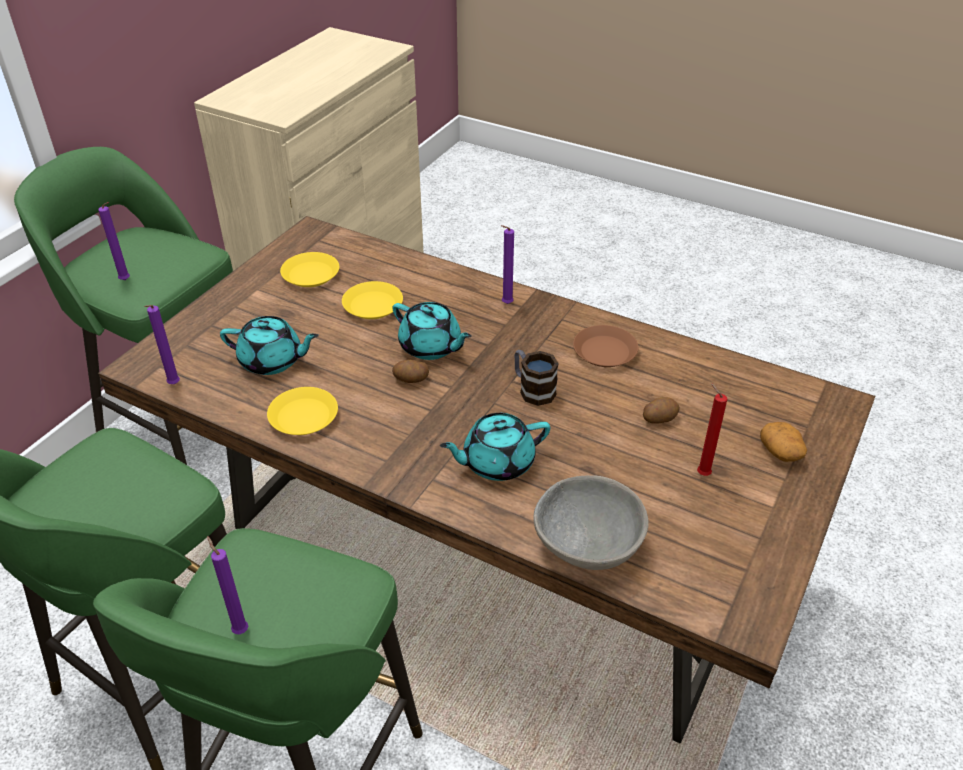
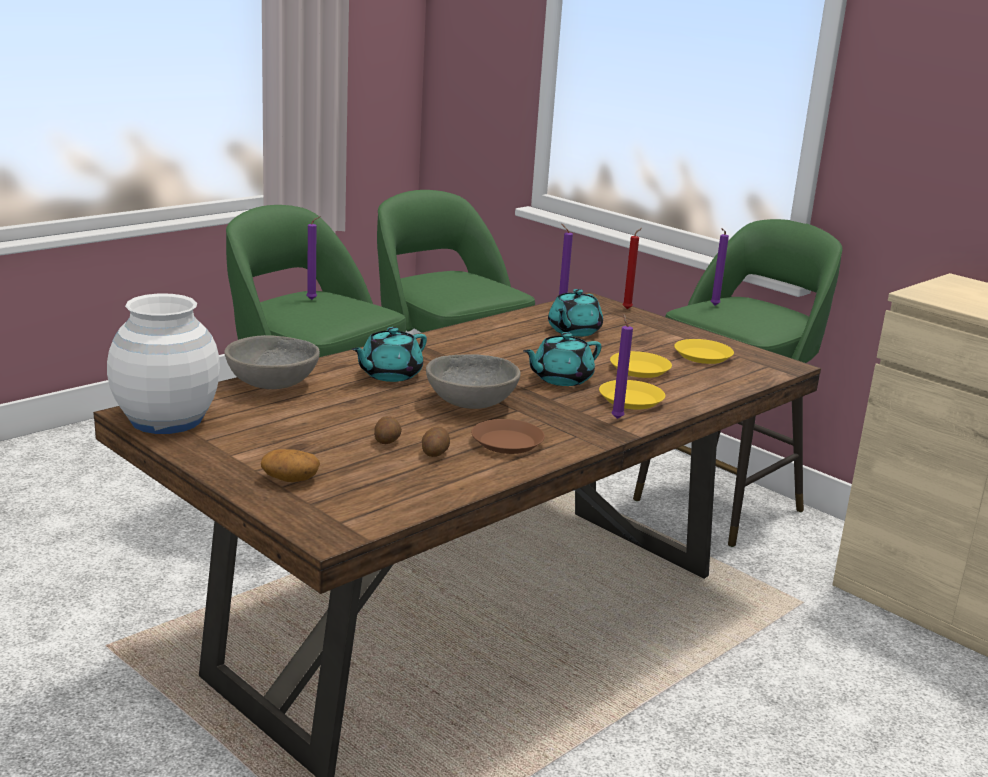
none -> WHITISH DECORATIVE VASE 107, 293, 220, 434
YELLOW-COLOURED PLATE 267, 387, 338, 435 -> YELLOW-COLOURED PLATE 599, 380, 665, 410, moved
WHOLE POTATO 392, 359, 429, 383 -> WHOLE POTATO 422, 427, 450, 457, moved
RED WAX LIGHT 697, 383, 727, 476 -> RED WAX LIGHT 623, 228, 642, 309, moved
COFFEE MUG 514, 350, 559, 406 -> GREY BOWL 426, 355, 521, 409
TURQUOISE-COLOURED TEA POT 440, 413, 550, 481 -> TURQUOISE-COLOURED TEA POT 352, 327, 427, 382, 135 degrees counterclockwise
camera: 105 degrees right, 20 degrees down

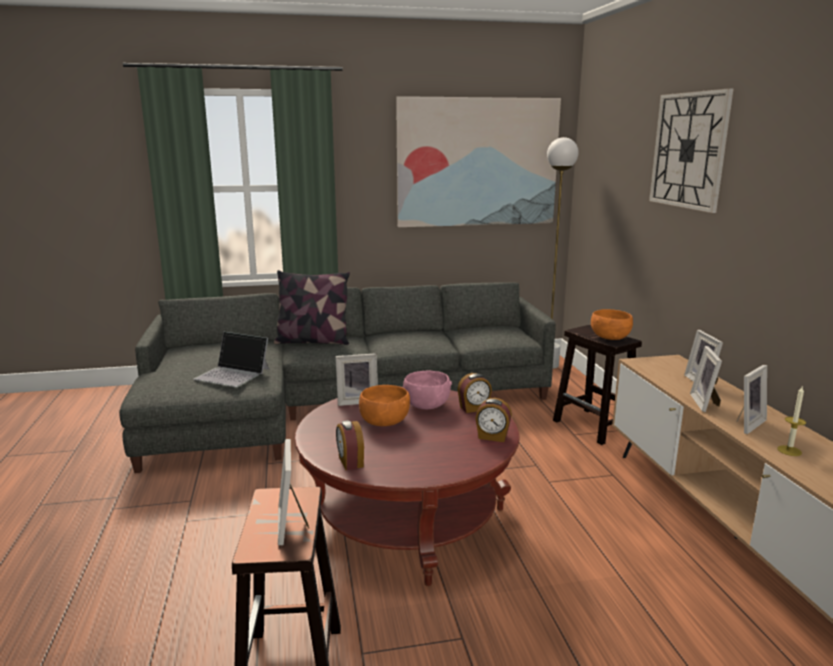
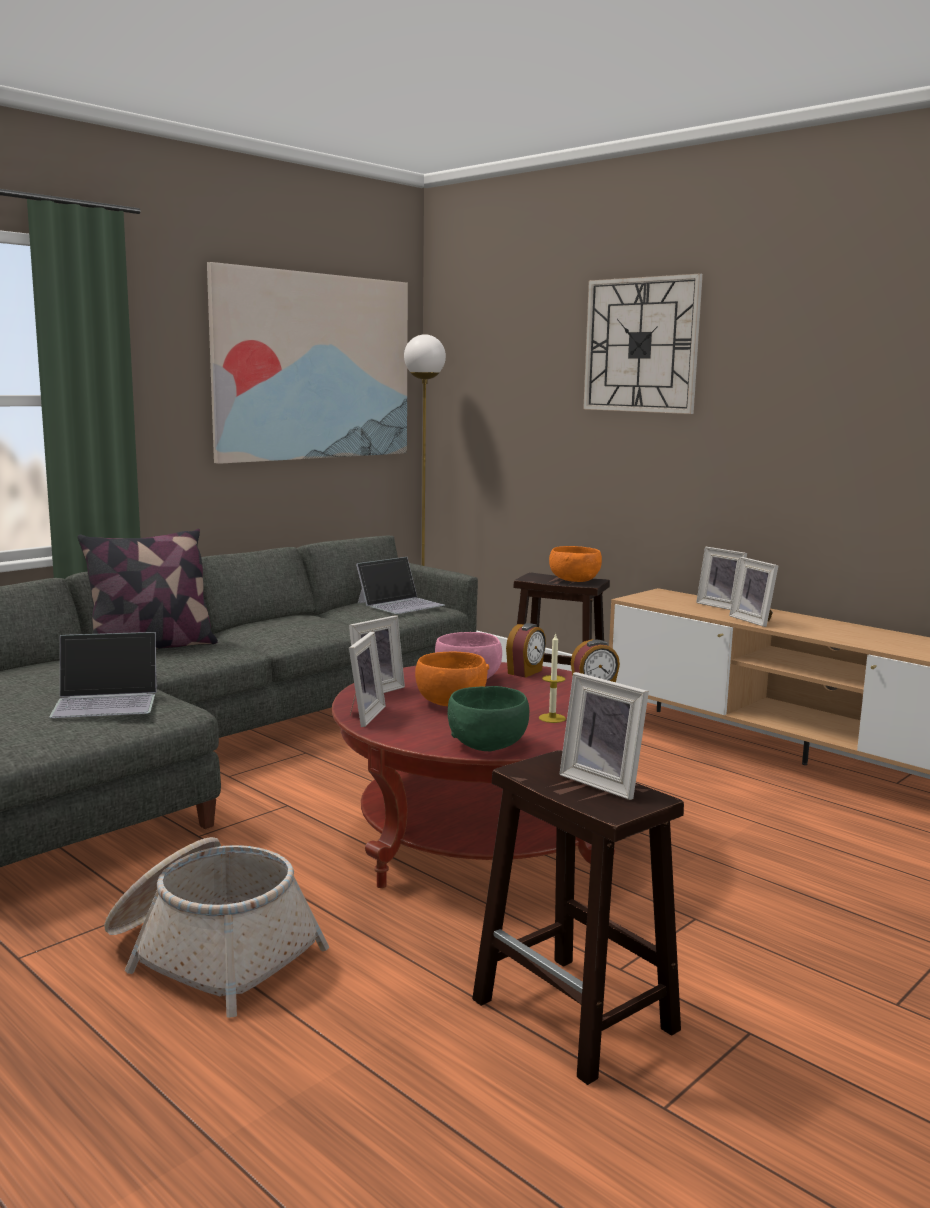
none -> BASKET 104, 837, 329, 1018
none -> PORTABLE COMPUTER 356, 557, 445, 614
STANDING FRAME 737, 365, 767, 434 -> STANDING FRAME 349, 632, 386, 727, moved
WAX LIGHT 777, 387, 806, 456 -> WAX LIGHT 539, 633, 566, 723, moved
ALARM CLOCK 336, 420, 364, 470 -> GREEN BOWL 448, 686, 529, 751
camera: 35 degrees left, 5 degrees down

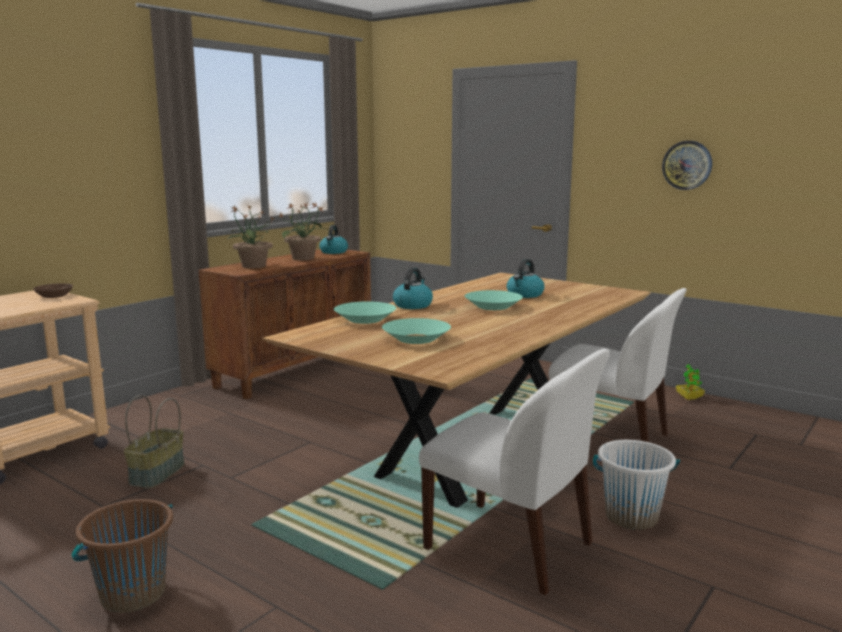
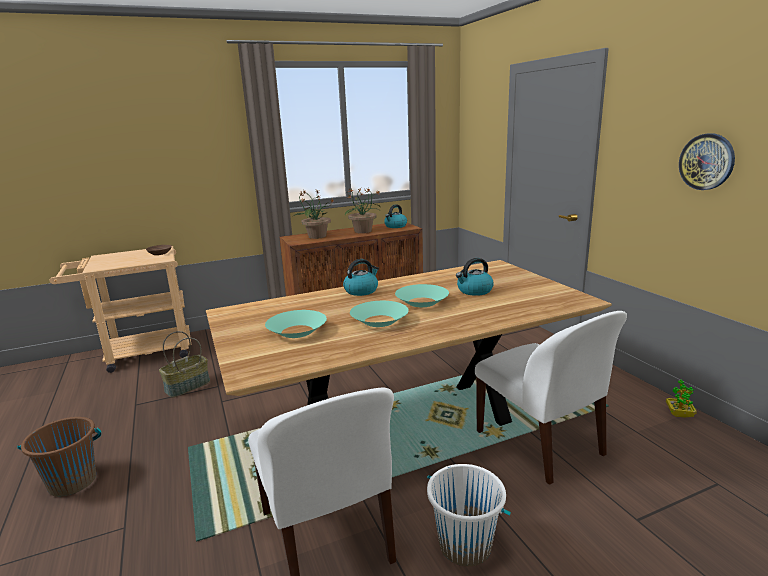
TURQUOISE-COLOURED BOWL 334, 301, 396, 324 -> TURQUOISE-COLOURED BOWL 350, 301, 409, 327, moved
camera: 30 degrees right, 5 degrees up

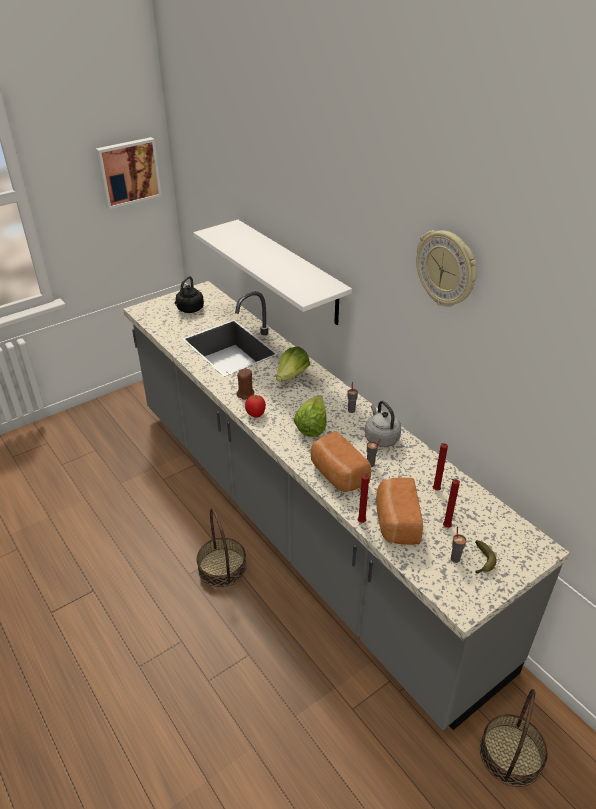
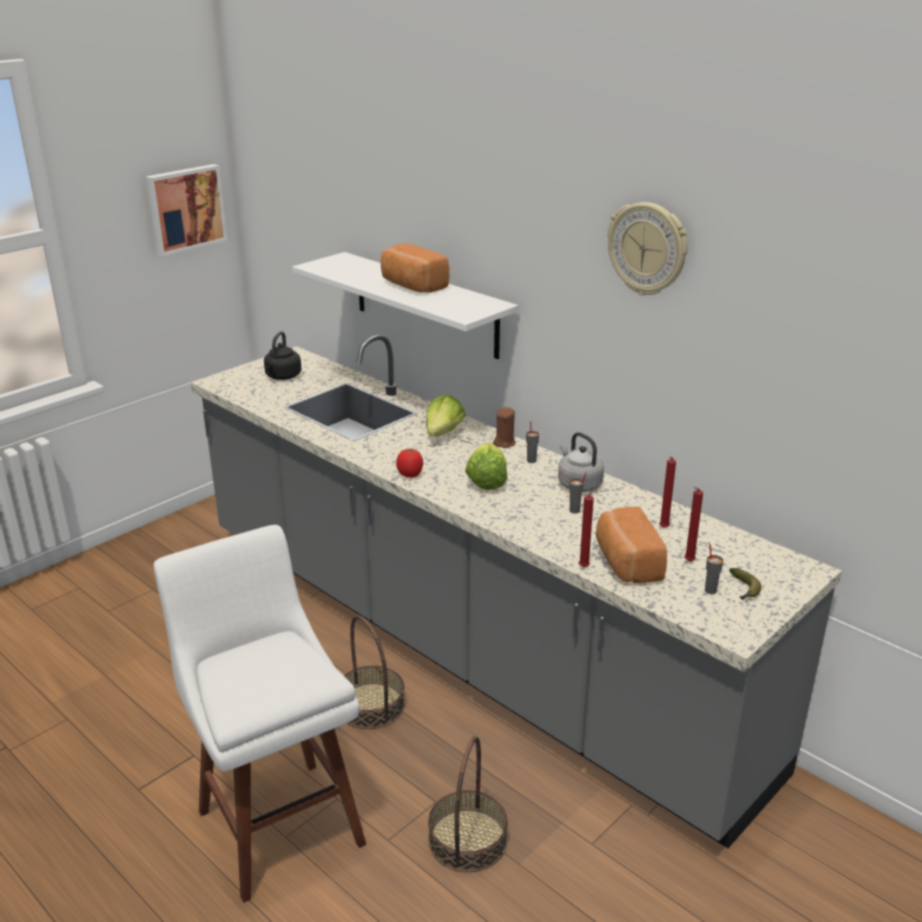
none -> WHITISH STOOL SEAT 154, 525, 366, 903
BROWNISH WAX LIGHT 236, 368, 254, 400 -> BROWNISH WAX LIGHT 493, 407, 516, 448, moved
BAKED BREAD 311, 431, 371, 492 -> BAKED BREAD 381, 243, 449, 293, moved
BASKET 480, 689, 548, 787 -> BASKET 428, 736, 508, 872, moved
camera: 10 degrees left, 10 degrees down

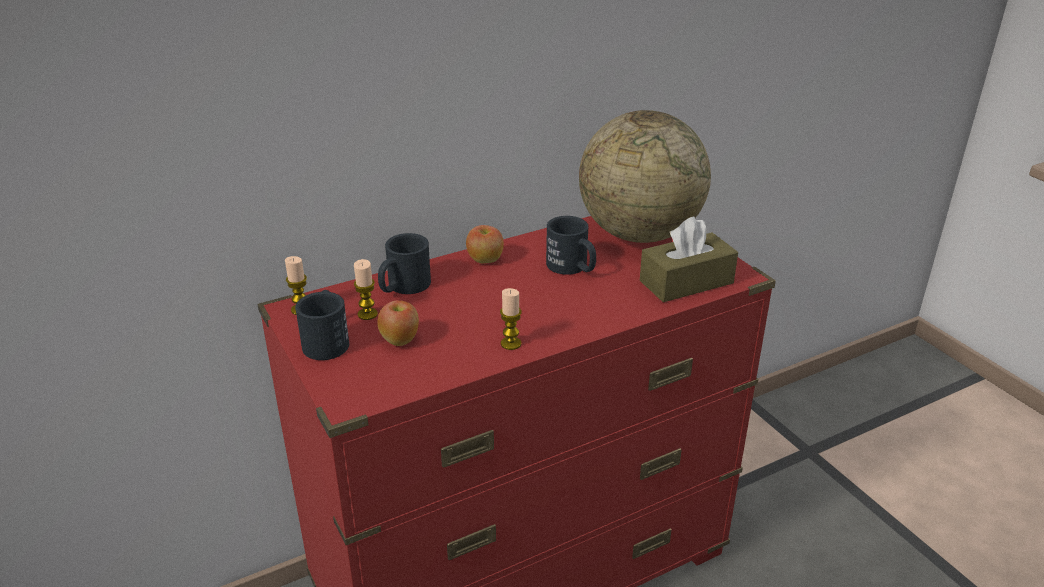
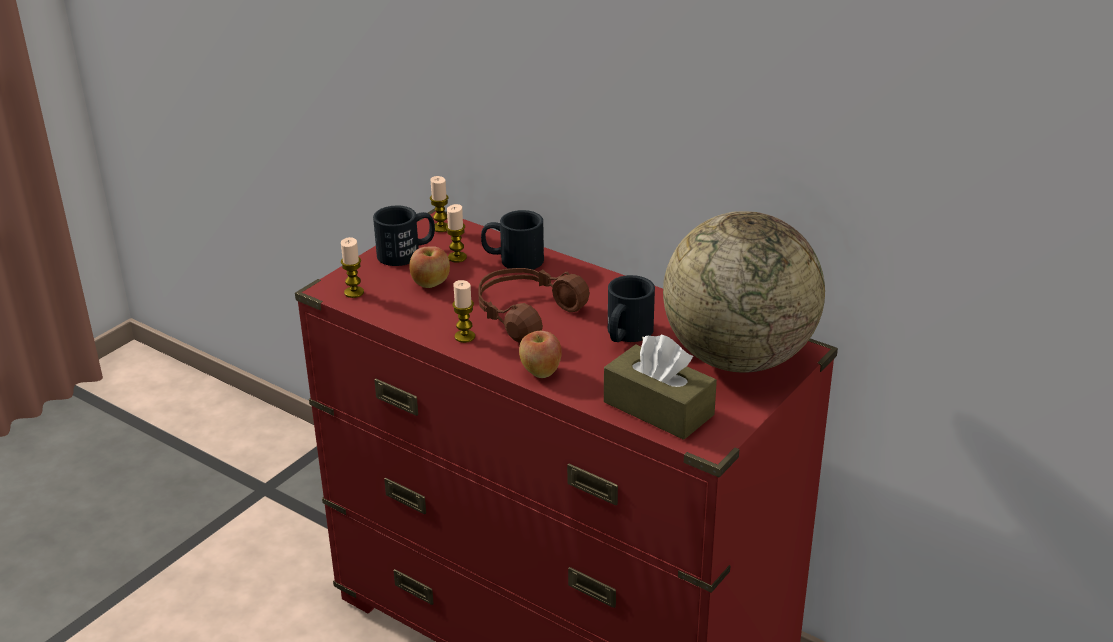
none -> WAX LIGHT 341, 237, 364, 298
none -> BROWNISH HEADPHONES 478, 268, 590, 343
APPLE 466, 225, 504, 263 -> APPLE 519, 331, 562, 378, moved
camera: 65 degrees right, 0 degrees up

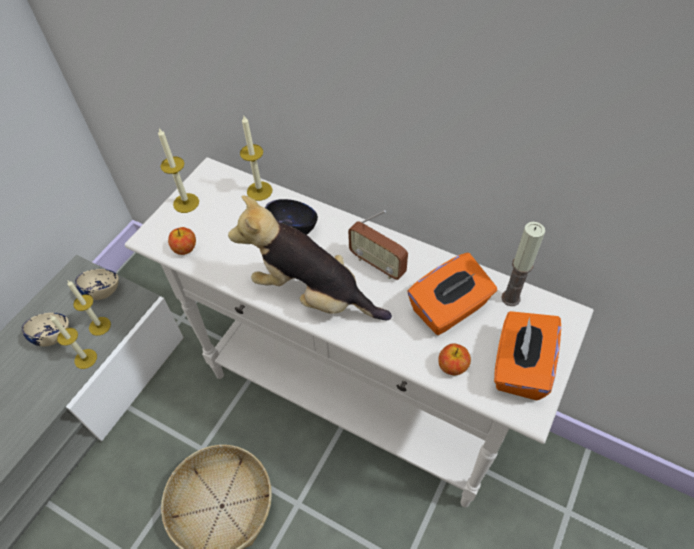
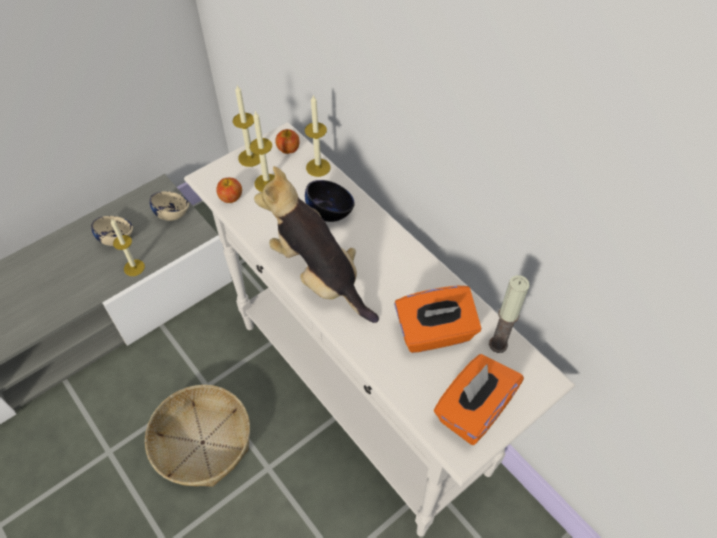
RADIO SET 348, 210, 408, 280 -> none
WAX LIGHT 68, 281, 111, 336 -> WAX LIGHT 250, 111, 275, 192, moved
APPLE 438, 344, 471, 375 -> APPLE 275, 129, 299, 154, moved
camera: 20 degrees right, 0 degrees up

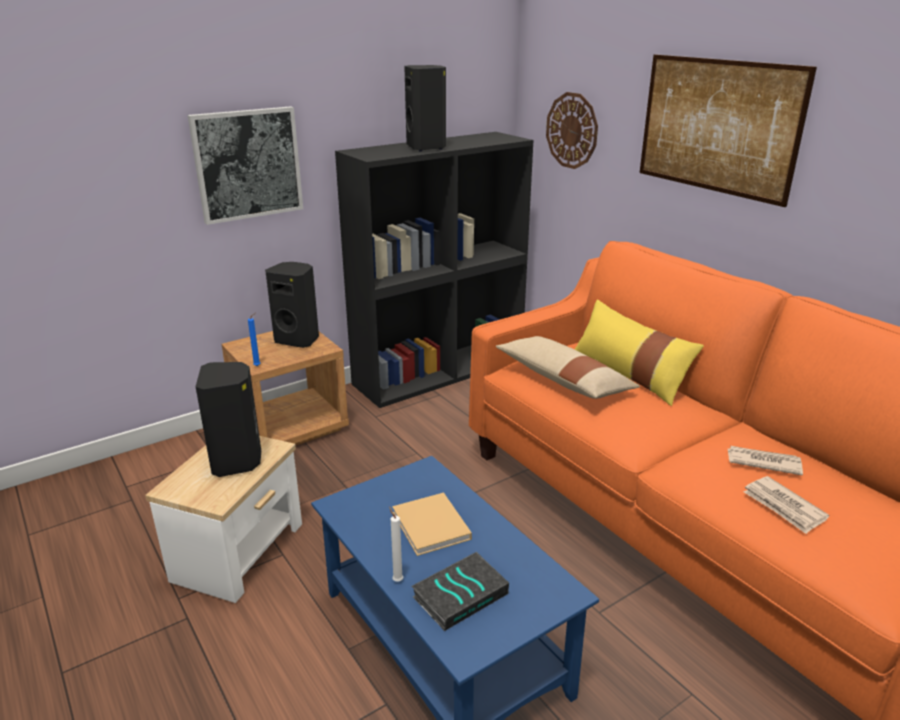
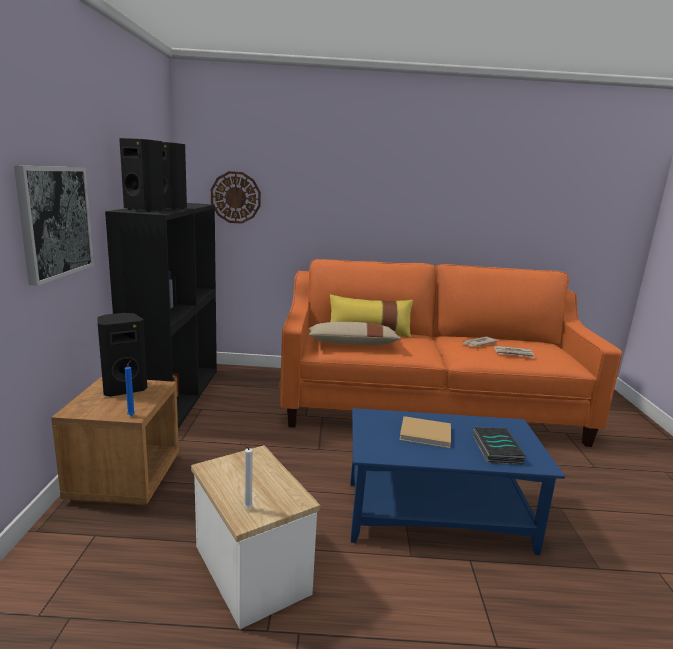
WALL PICTURE 640, 54, 817, 207 -> none
BLACK AUDIO SPEAKER 196, 362, 261, 477 -> BLACK AUDIO SPEAKER 119, 138, 165, 212, moved
WHITISH WAX LIGHT 389, 506, 403, 582 -> WHITISH WAX LIGHT 241, 443, 253, 509, moved
camera: 55 degrees left, 10 degrees down

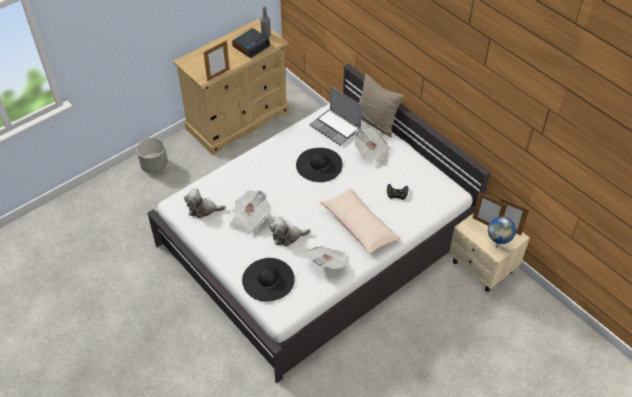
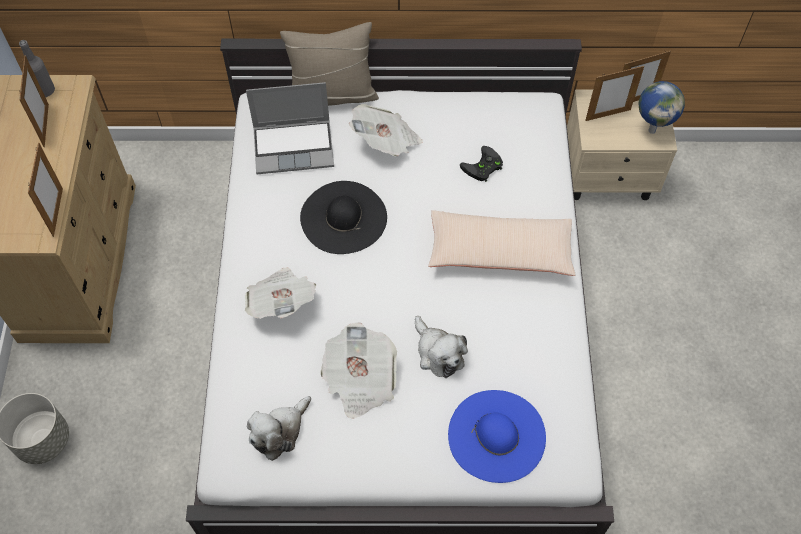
NEWSPAPER 305, 246, 347, 269 -> NEWSPAPER 245, 268, 316, 319, moved
ALARM CLOCK 232, 28, 270, 58 -> STANDING FRAME 19, 55, 49, 147
BLACK CLOTHING HAT 242, 258, 295, 302 -> BLUE CLOTHING HAT 448, 390, 546, 483
PLUSH TOY 270, 217, 311, 246 -> PLUSH TOY 415, 316, 468, 378, 60 degrees counterclockwise
camera: 50 degrees left, 10 degrees up

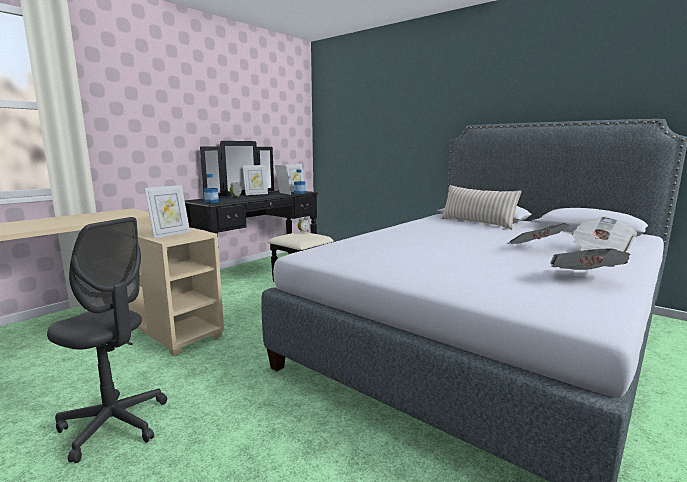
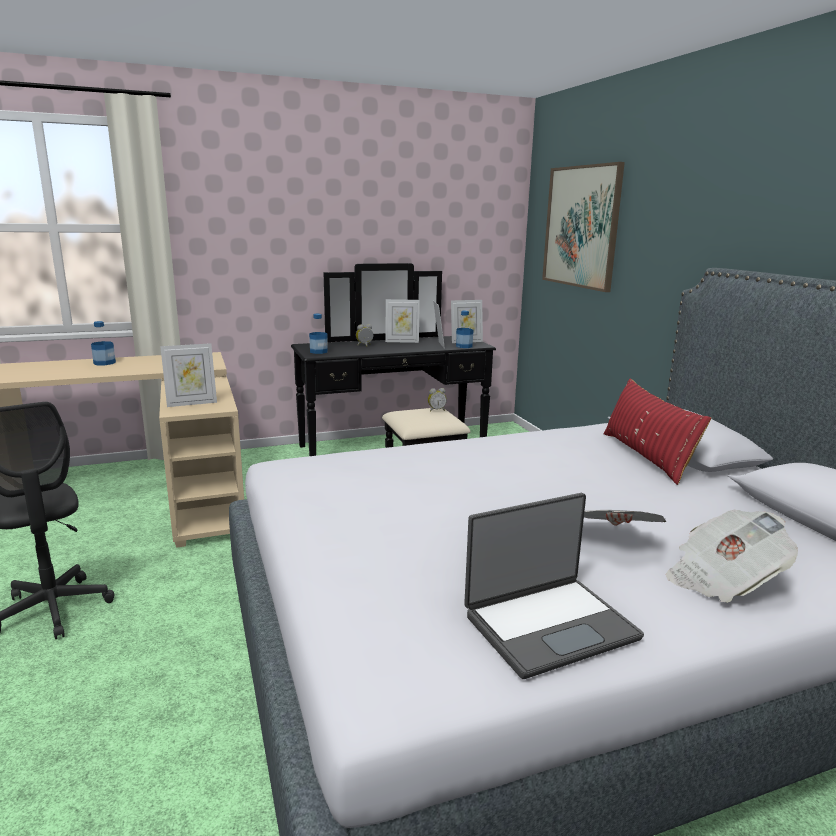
none -> BEVERAGE BOTTLE 91, 321, 116, 365
none -> WALL PICTURE 542, 162, 625, 292
NEWSPAPER 550, 248, 631, 270 -> PORTABLE COMPUTER 464, 493, 644, 679
BEIGE-COLOURED PILLOW 441, 185, 522, 229 -> RED PILLOW 604, 379, 711, 485
camera: 30 degrees right, 5 degrees up

